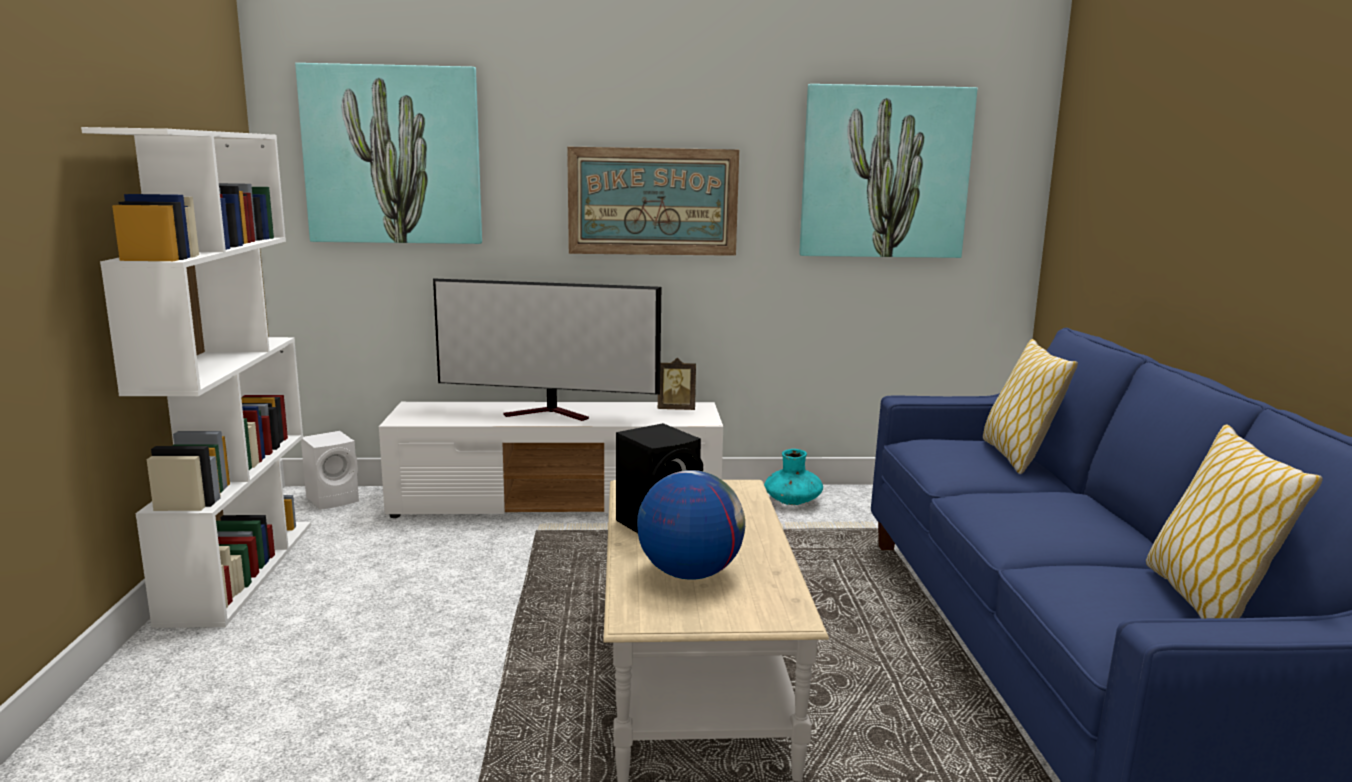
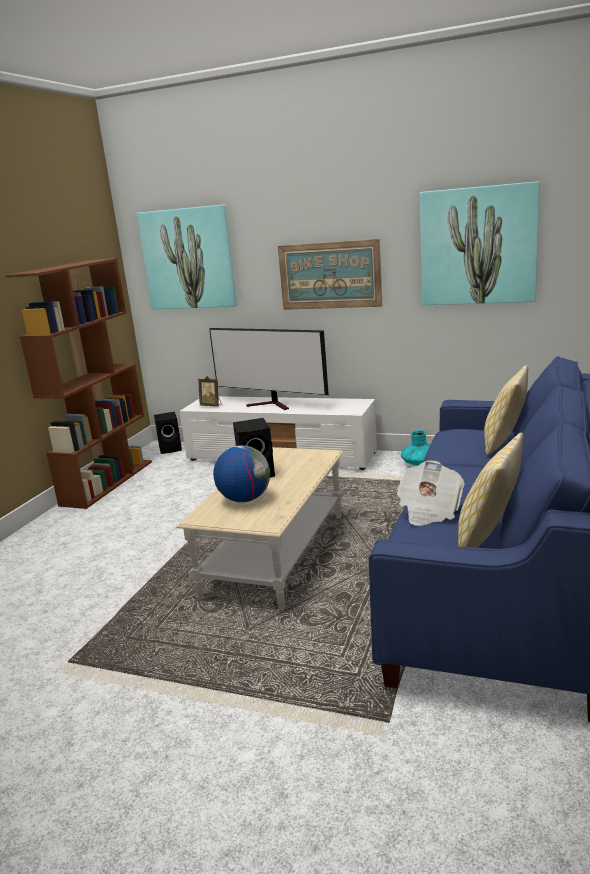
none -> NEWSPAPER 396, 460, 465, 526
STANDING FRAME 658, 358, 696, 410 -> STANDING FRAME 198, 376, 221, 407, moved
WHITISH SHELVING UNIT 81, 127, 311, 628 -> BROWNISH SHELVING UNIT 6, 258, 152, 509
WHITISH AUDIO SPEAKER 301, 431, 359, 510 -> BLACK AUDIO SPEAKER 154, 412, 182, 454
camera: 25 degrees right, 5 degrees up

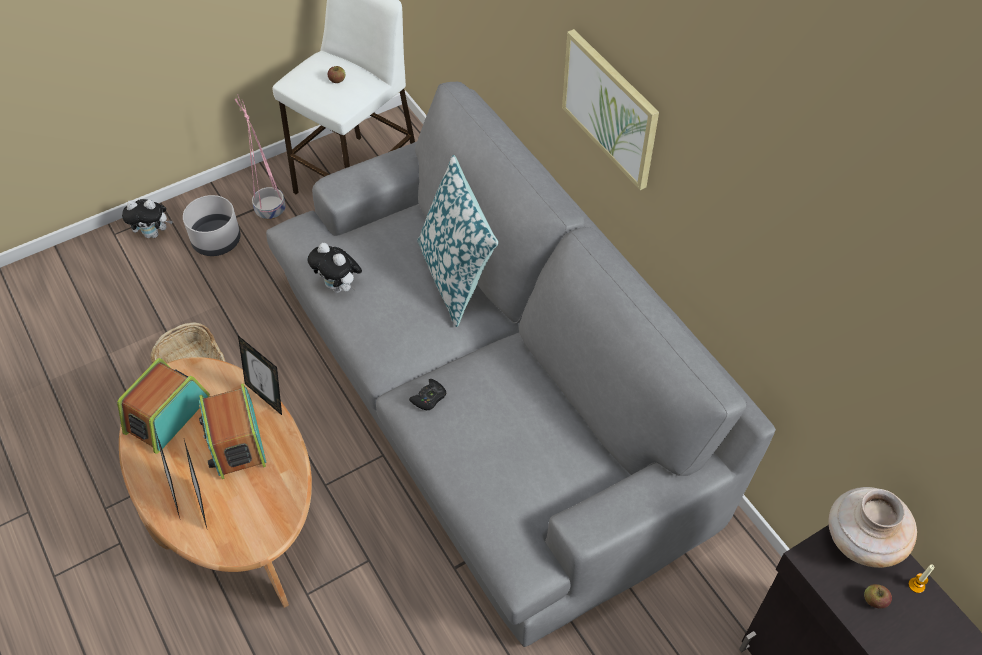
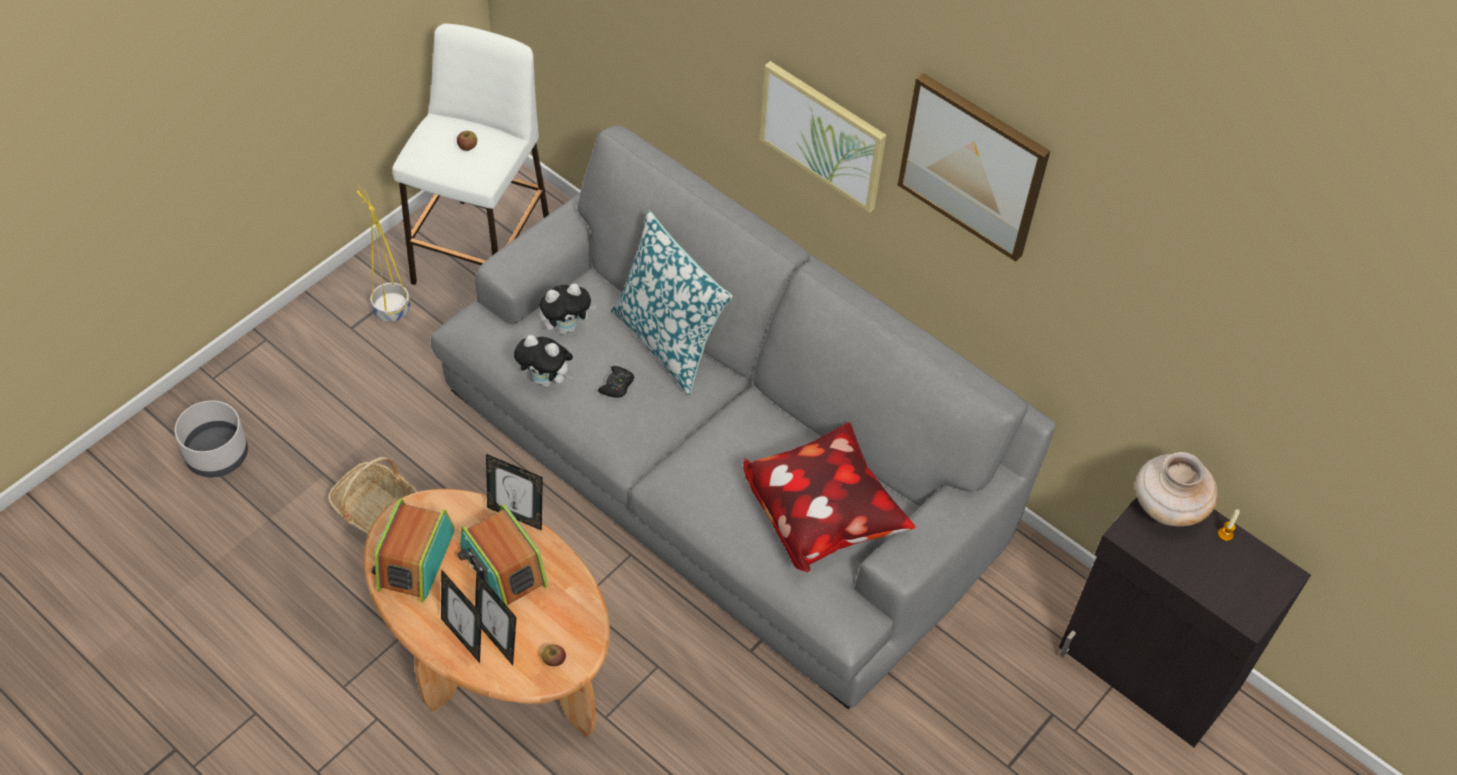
none -> PILLOW 743, 422, 915, 572
none -> WALL PICTURE 898, 73, 1050, 262
PLUSH TOY 122, 199, 173, 238 -> PLUSH TOY 539, 283, 596, 334, moved
GREY PLANT POT 183, 195, 241, 256 -> GREY PLANT POT 175, 401, 248, 477, moved
BLACK GAME CONTROLLER 409, 379, 446, 410 -> BLACK GAME CONTROLLER 598, 366, 634, 398, moved
APPLE 864, 584, 892, 609 -> APPLE 542, 645, 566, 666, moved
PINK PLANT POT 235, 94, 286, 220 -> YELLOW-COLOURED PLANT POT 357, 185, 410, 322
camera: 20 degrees left, 0 degrees up

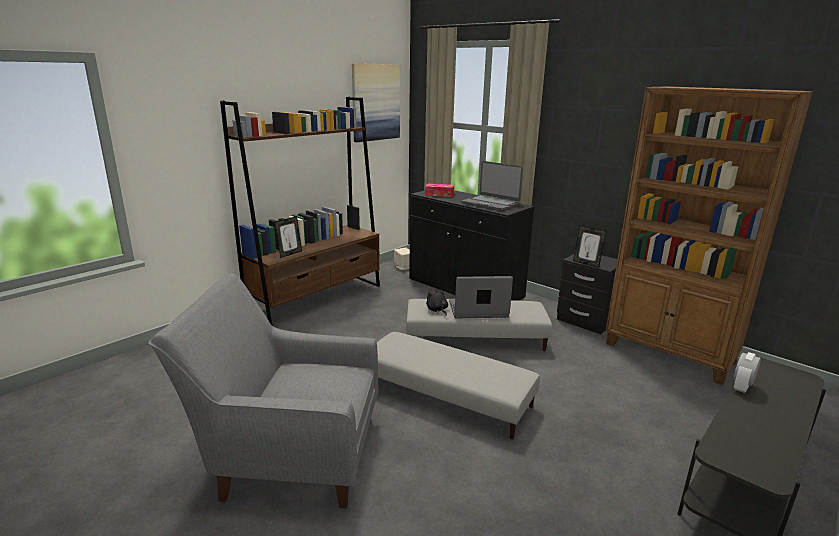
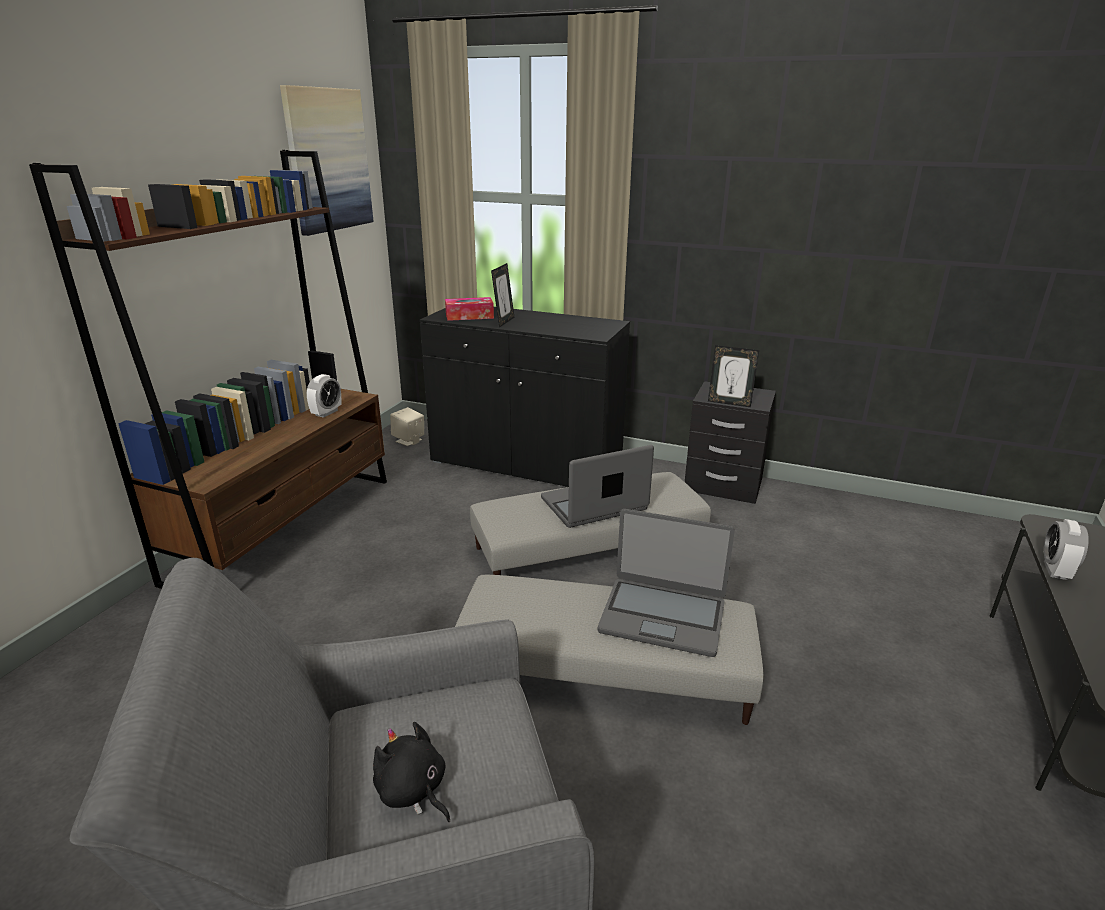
BROWNISH SHELVING UNIT 606, 86, 813, 385 -> none
none -> ALARM CLOCK 307, 374, 341, 418
STANDING FRAME 275, 216, 302, 258 -> STANDING FRAME 491, 263, 514, 327, moved
BLACK PLUSH TOY 426, 290, 448, 316 -> BLACK PLUSH TOY 373, 722, 450, 822, moved
PORTABLE COMPUTER 462, 161, 523, 211 -> PORTABLE COMPUTER 598, 509, 735, 657, moved
camera: 20 degrees left, 5 degrees up

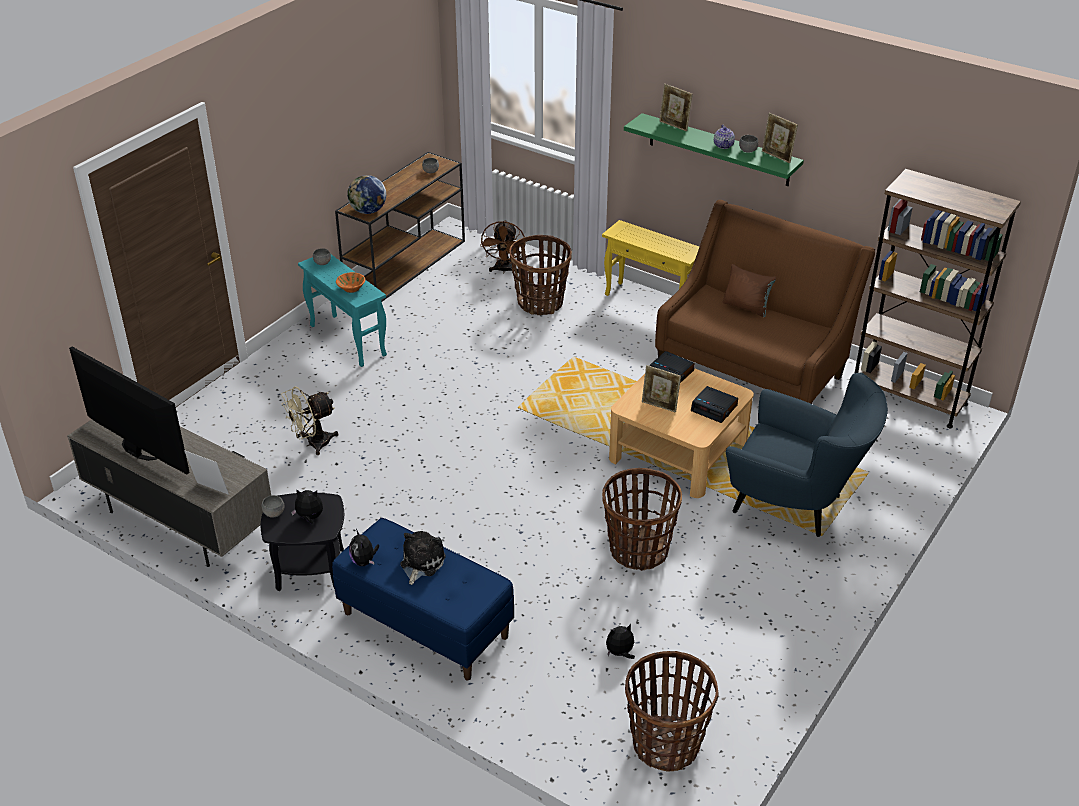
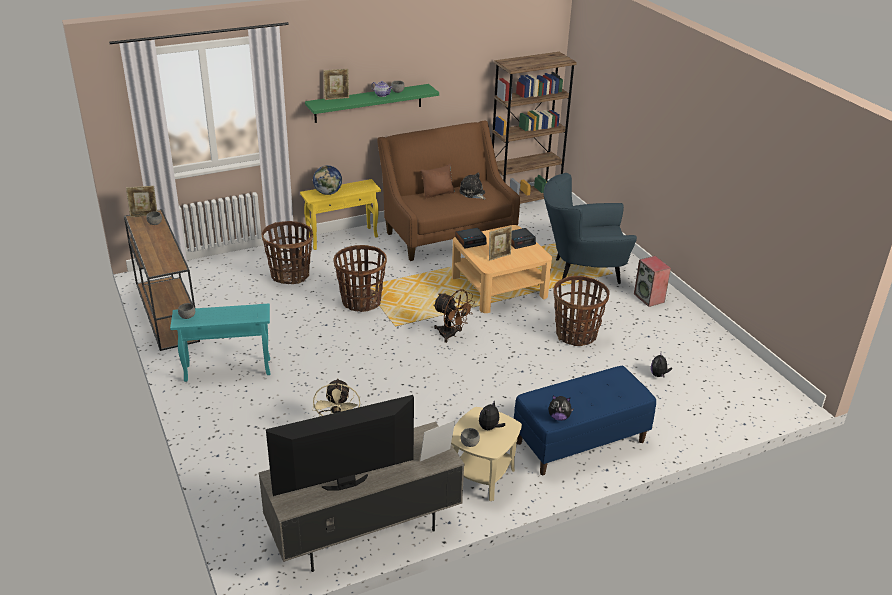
ORANGE BOWL 336, 272, 365, 293 -> none
none -> AUDIO SPEAKER 634, 256, 671, 307
DESK GLOBE 347, 175, 386, 214 -> DESK GLOBE 313, 165, 342, 195, moved
PLUSH TOY 400, 531, 446, 585 -> PLUSH TOY 459, 173, 486, 199, moved
BROWNISH FAN 481, 220, 526, 273 -> BROWNISH FAN 433, 289, 474, 343, moved
BASKET 625, 651, 719, 772 -> BASKET 333, 245, 387, 312, moved
STANDING FRAME 762, 113, 798, 163 -> STANDING FRAME 126, 186, 157, 217, moved
BLACK SIDE TABLE 261, 493, 344, 591 -> BEIGE-COLOURED SIDE TABLE 451, 407, 522, 501
BLUE ARMCHAIR 726, 373, 888, 537 -> BLUE ARMCHAIR 543, 173, 637, 284, 150 degrees counterclockwise
camera: 60 degrees left, 5 degrees down

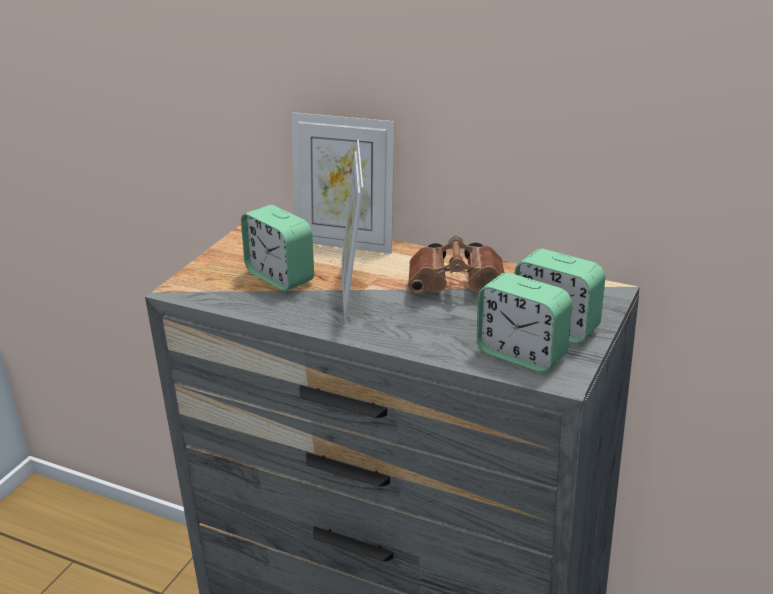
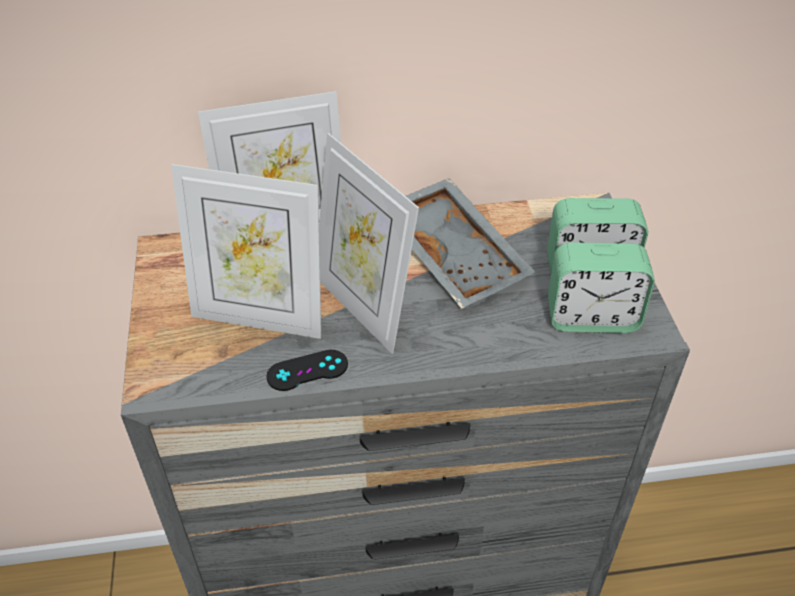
none -> BLACK GAME CONTROLLER 266, 350, 348, 391
ALARM CLOCK 241, 205, 314, 291 -> STANDING FRAME 171, 164, 321, 339
BROWNISH BINOCULARS 408, 236, 504, 294 -> GREY TRAY 406, 178, 535, 309
camera: 35 degrees left, 15 degrees up

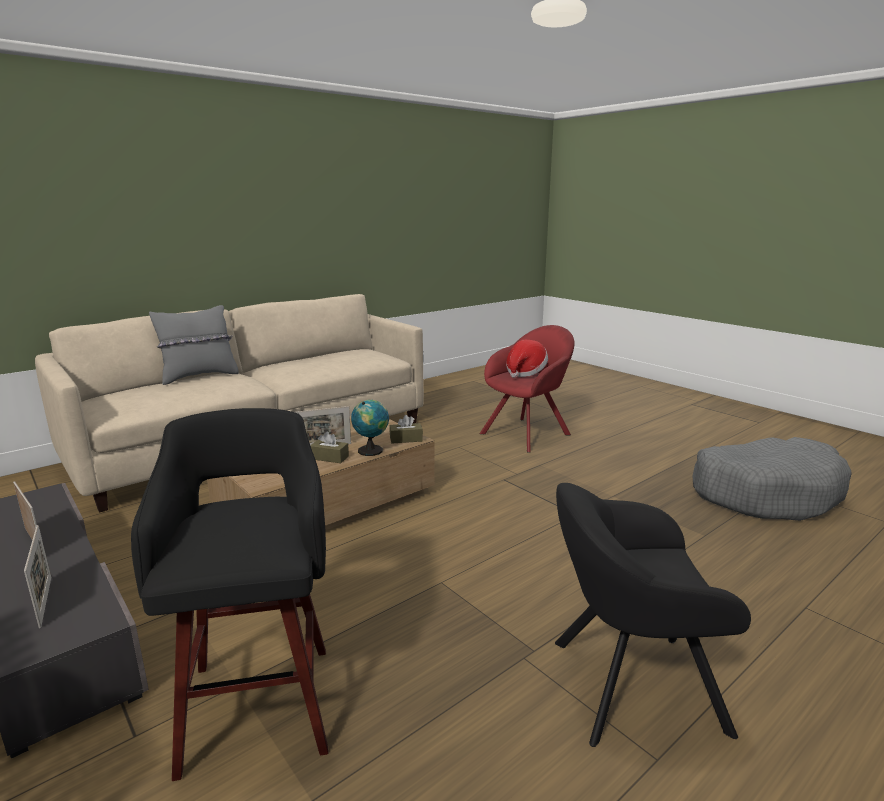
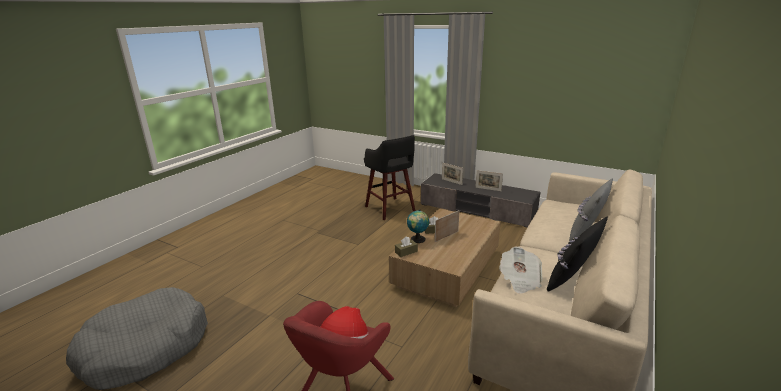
BLACK ARMCHAIR 555, 483, 751, 747 -> none
none -> NEWSPAPER 499, 247, 542, 294
none -> BLACK PILLOW 547, 216, 608, 292
camera: 160 degrees right, 5 degrees up

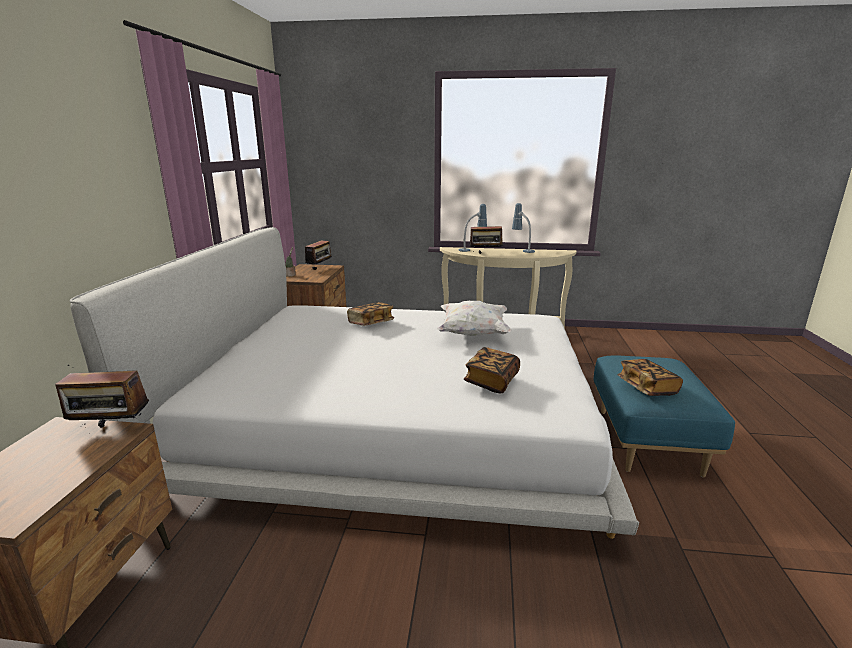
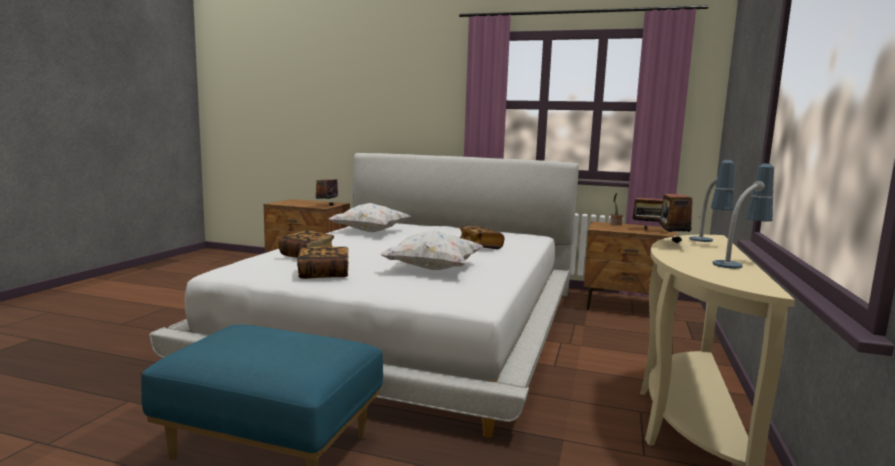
none -> WHITISH PILLOW 329, 203, 410, 232
VOLUME 617, 359, 683, 396 -> VOLUME 297, 247, 348, 279, moved
camera: 100 degrees right, 10 degrees down

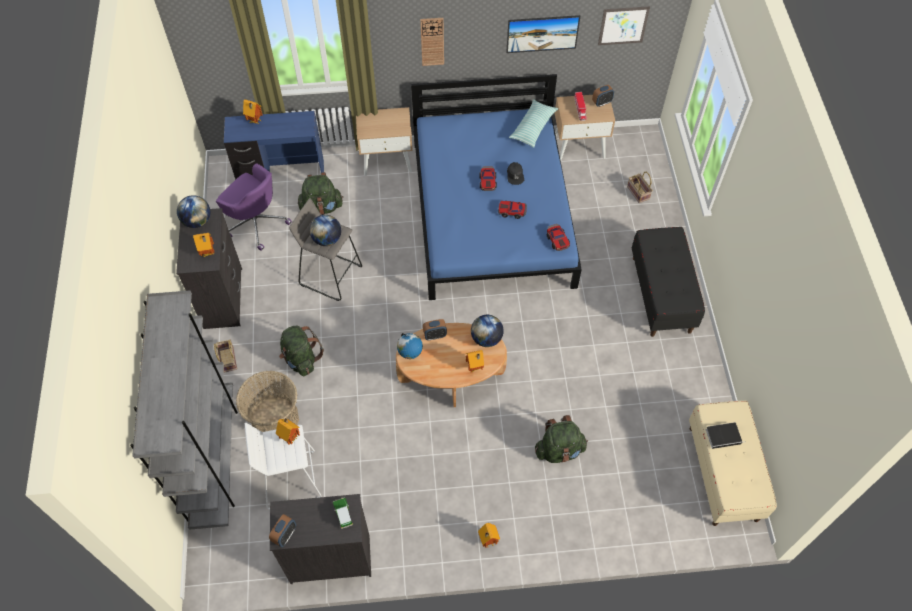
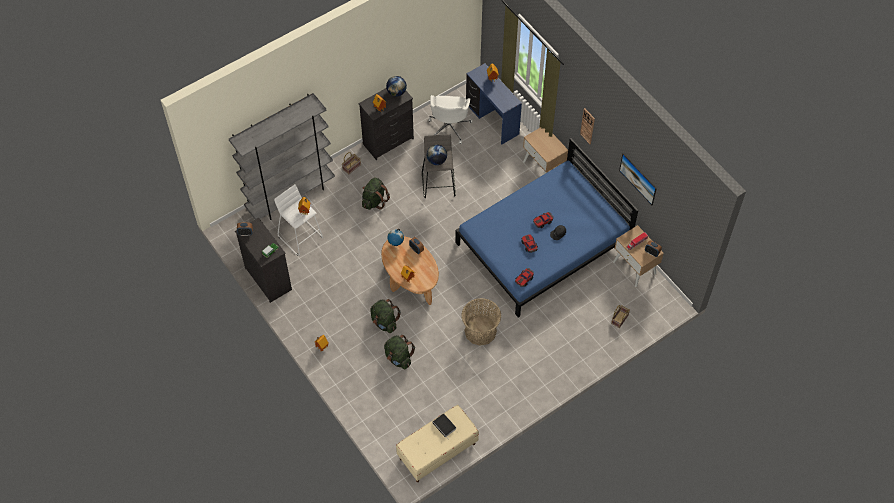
DESK GLOBE 471, 315, 504, 347 -> none
PILLOW 509, 99, 558, 148 -> none
WALL PICTURE 598, 6, 650, 45 -> none
BLACK BENCH 632, 227, 705, 337 -> none
BASKET 236, 371, 299, 432 -> BASKET 461, 298, 501, 346, moved
GREEN BACKPACK 298, 172, 343, 215 -> GREEN BACKPACK 370, 299, 401, 333, moved
PURPLISH COMPUTER CHAIR 216, 163, 292, 251 -> WHITISH COMPUTER CHAIR 428, 95, 473, 144
camera: 60 degrees right, 0 degrees up

